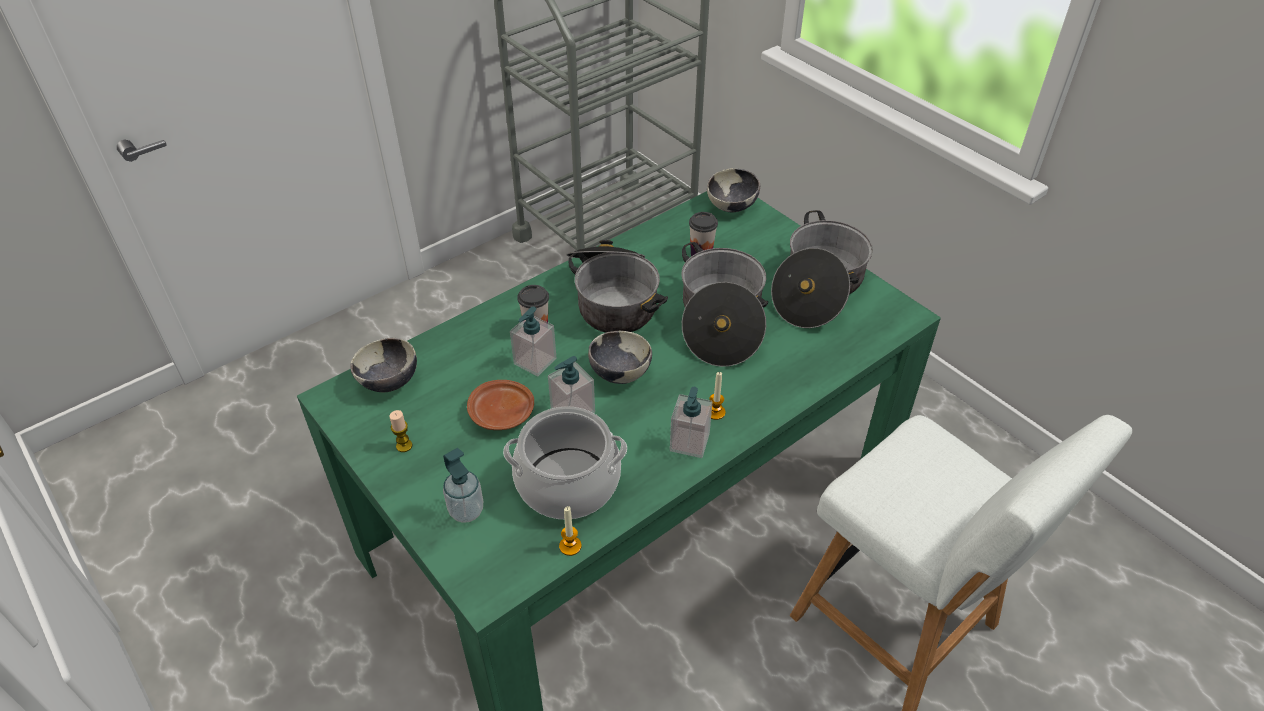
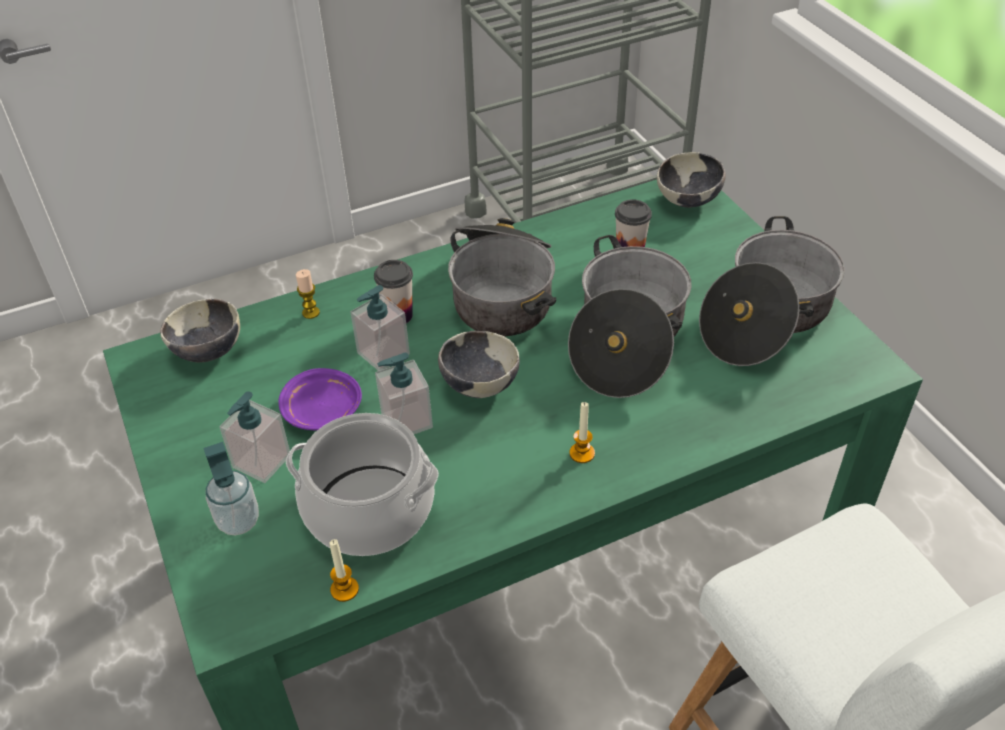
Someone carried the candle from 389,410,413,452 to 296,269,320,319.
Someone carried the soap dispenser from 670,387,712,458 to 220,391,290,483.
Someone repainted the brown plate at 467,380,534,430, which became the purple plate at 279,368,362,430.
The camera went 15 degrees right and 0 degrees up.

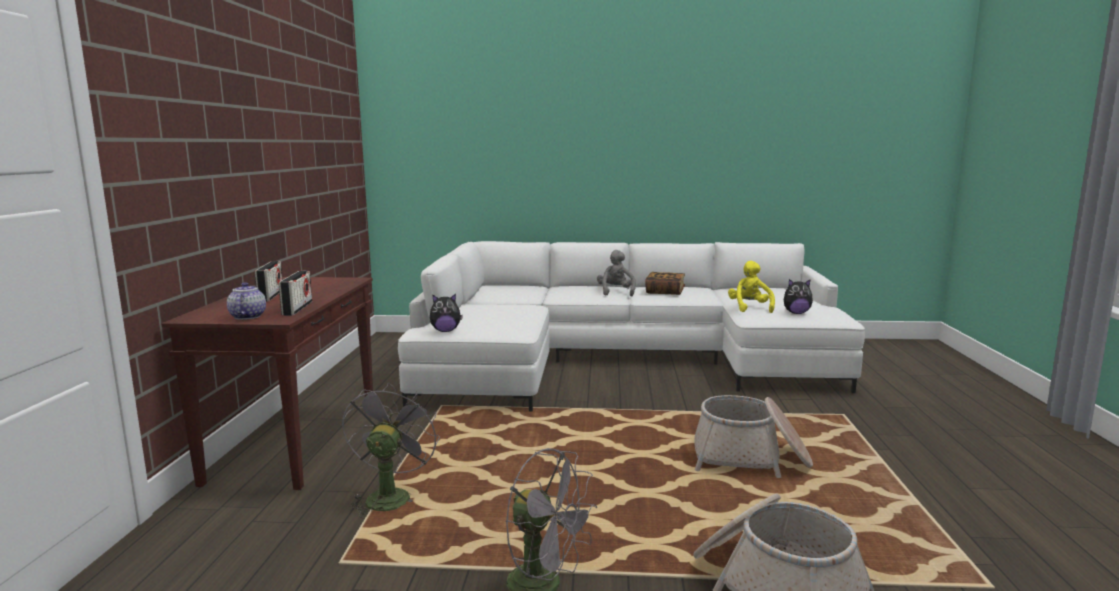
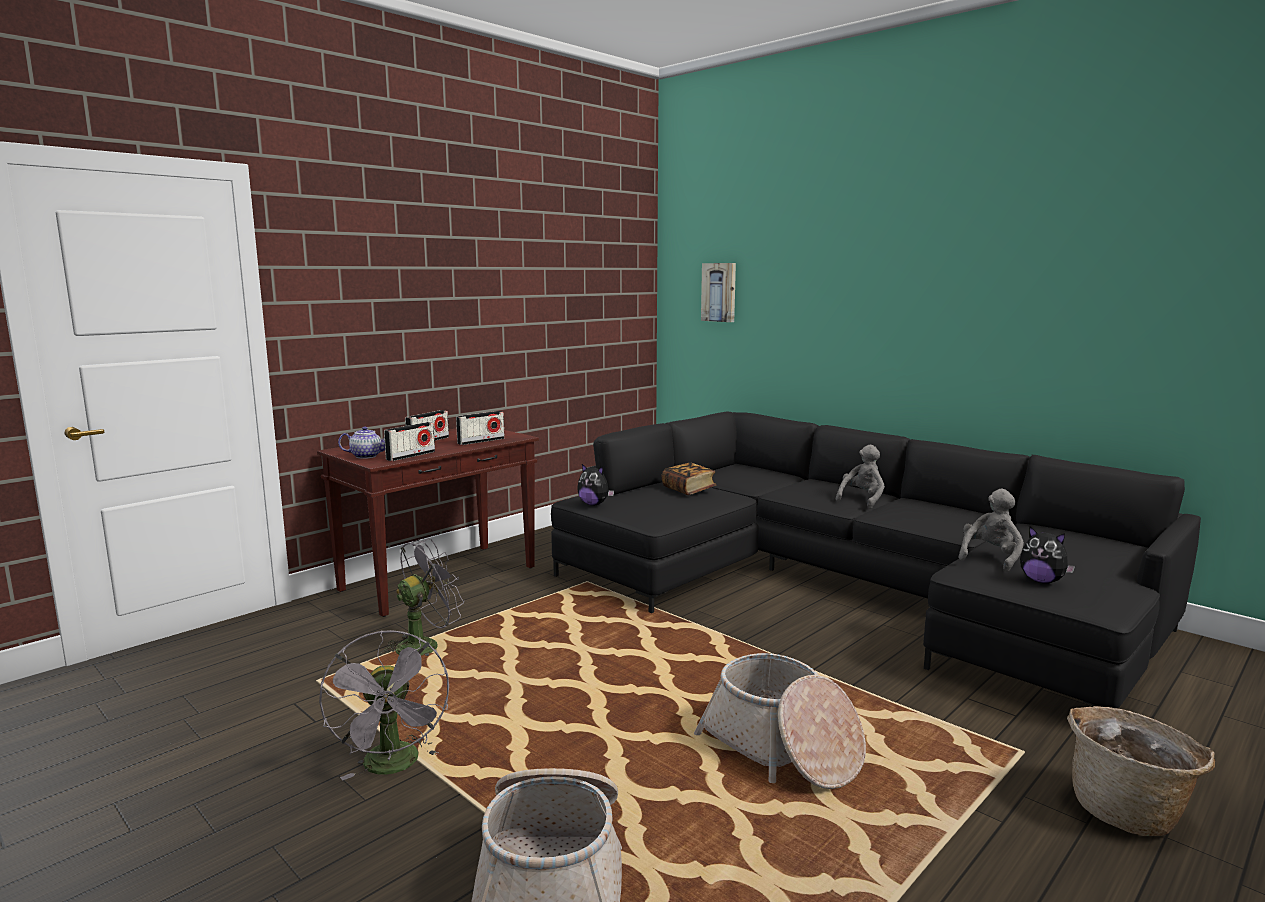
Someone put down the radio at 456,411,505,445.
Someone put up the picture at 701,263,736,322.
Someone put down the basket at 1067,706,1215,836.
Someone carried the book from 645,272,685,295 to 662,462,716,495.
Someone repainted the white sofa at 398,241,865,411, which became the black sofa at 551,411,1201,708.
Someone repainted the yellow plush toy at 728,261,775,313, which became the grey plush toy at 959,489,1024,572.
Someone rotated the teapot at 227,282,266,320 by 45 degrees clockwise.
The camera went 40 degrees right and 0 degrees up.

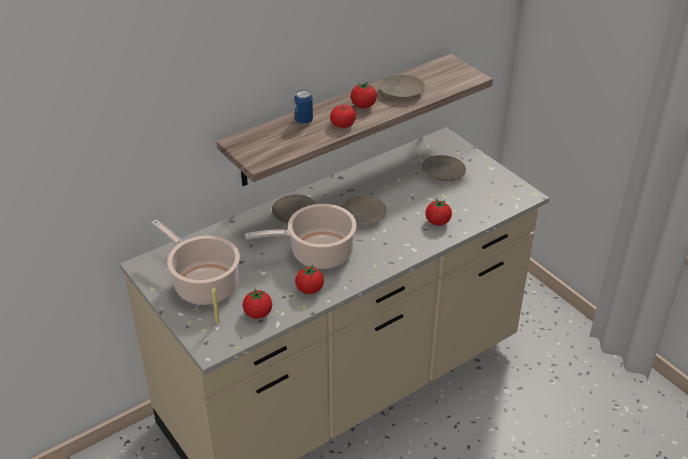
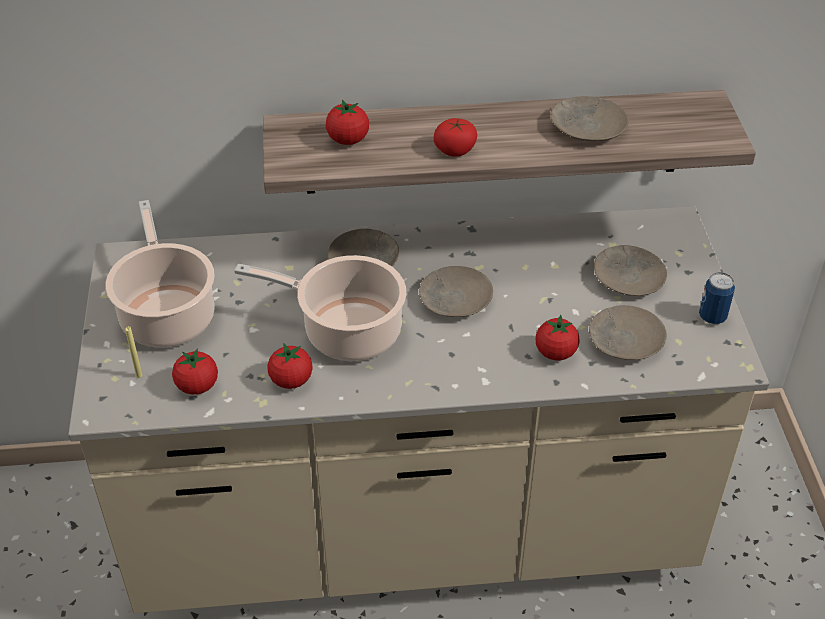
Someone put down the beige plate at 589,305,667,360.
Someone carried the can from 294,90,313,125 to 699,272,735,324.
Someone carried the tomato from 351,81,377,108 to 326,100,369,145.
The camera went 30 degrees right and 5 degrees up.

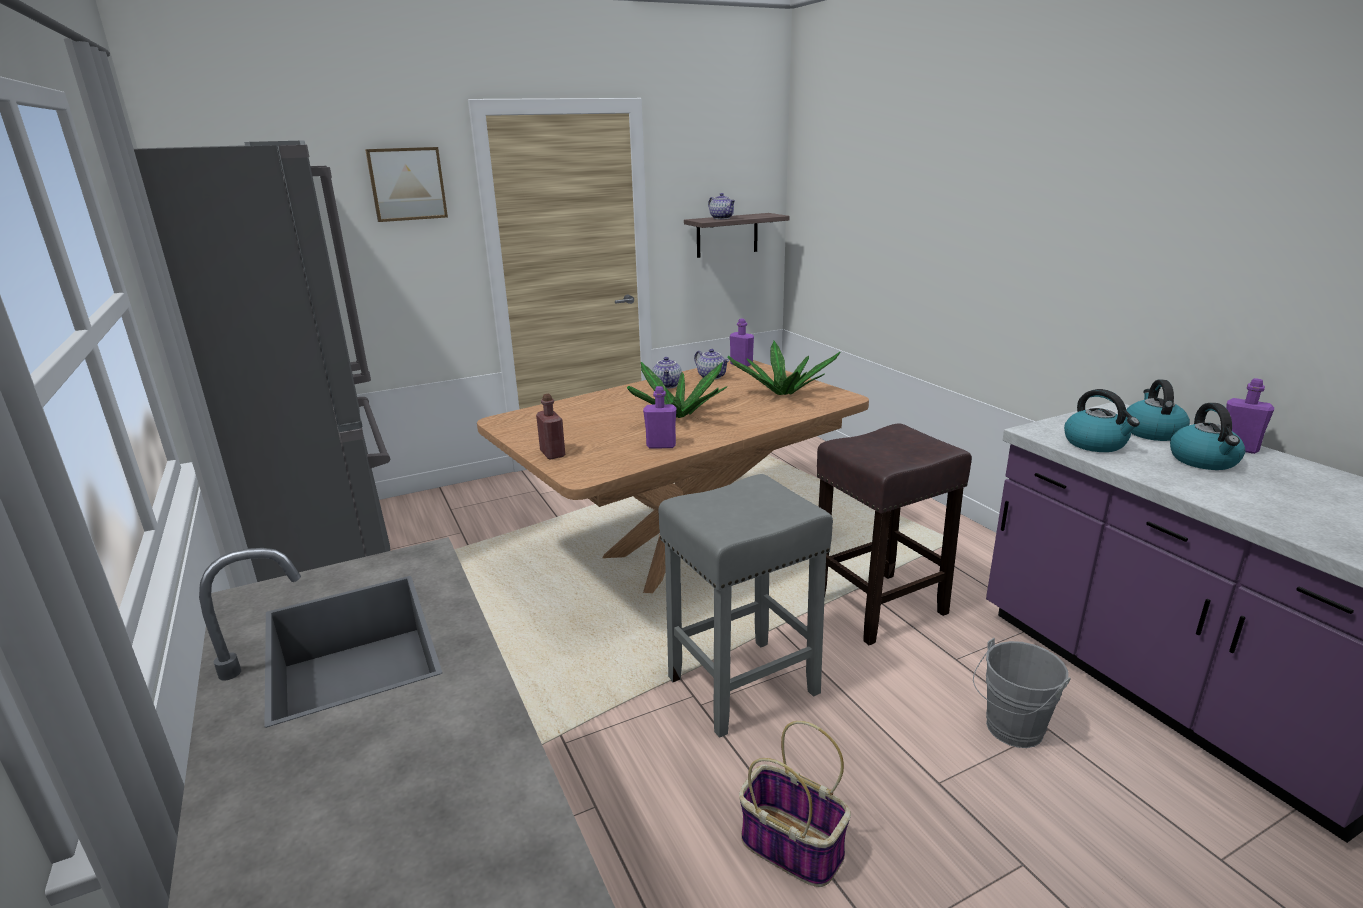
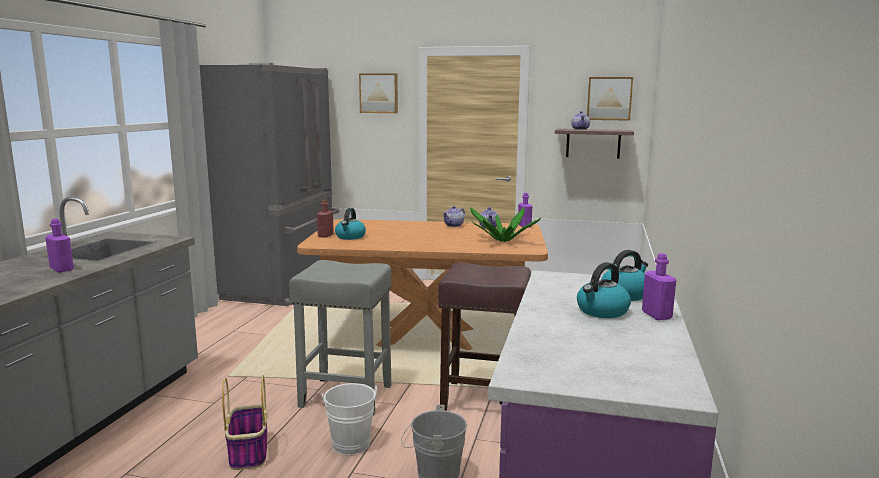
Someone took away the potted plant at 627,362,727,418.
Someone put down the white bucket at 321,383,378,455.
Someone put up the picture at 587,77,633,121.
Someone carried the purple bottle from 643,386,676,449 to 45,218,74,272.
Someone carried the kettle from 1064,389,1140,452 to 335,208,366,240.
The camera went 40 degrees right and 10 degrees down.

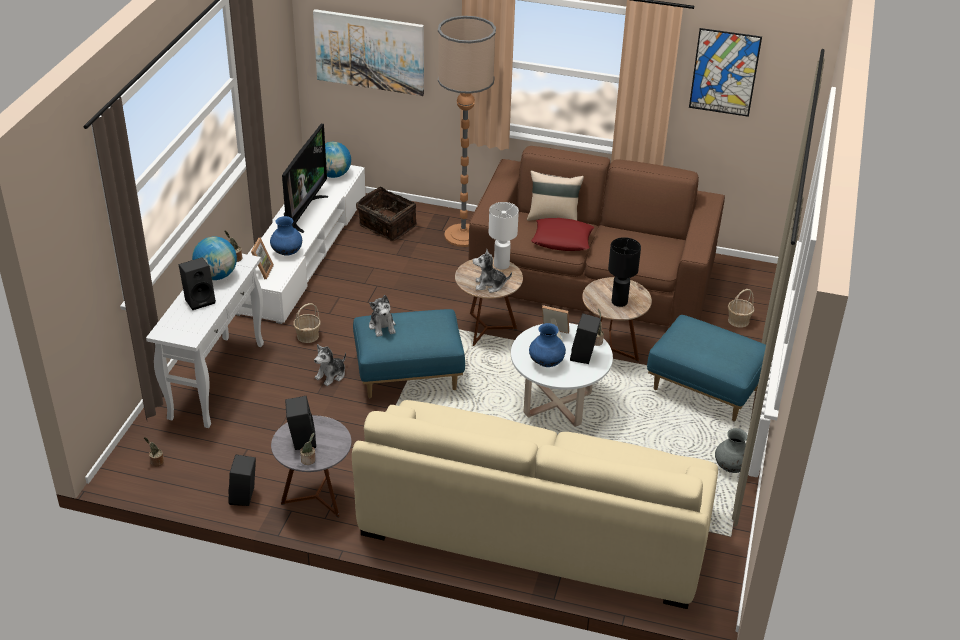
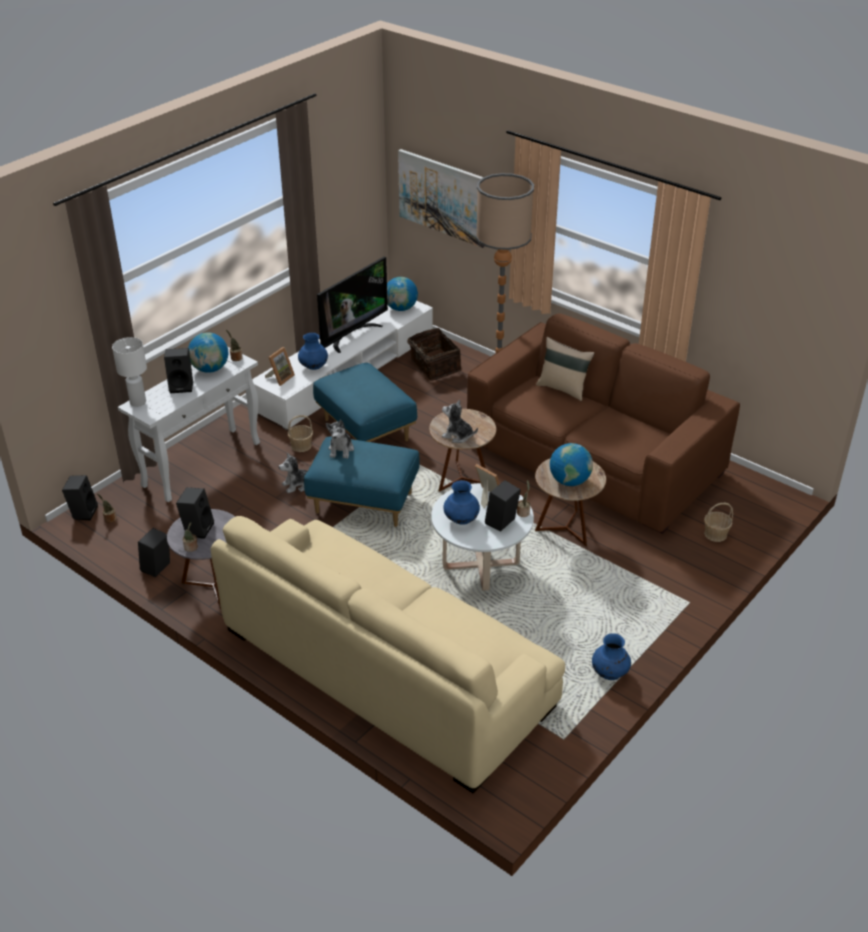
Someone took away the red pillow at 531,218,594,251.
Someone took away the picture at 689,28,762,117.
Someone put down the black speaker at 62,475,98,521.
Someone carried the white table lamp from 489,202,519,270 to 112,337,147,407.
Someone carried the blue ottoman from 647,315,766,421 to 313,363,417,442.
Someone swapped the black table lamp at 608,237,641,307 for the globe at 550,443,593,486.
Someone repainted the grey vase at 715,428,748,473, which became the blue vase at 592,633,631,680.
The camera went 25 degrees right and 0 degrees up.

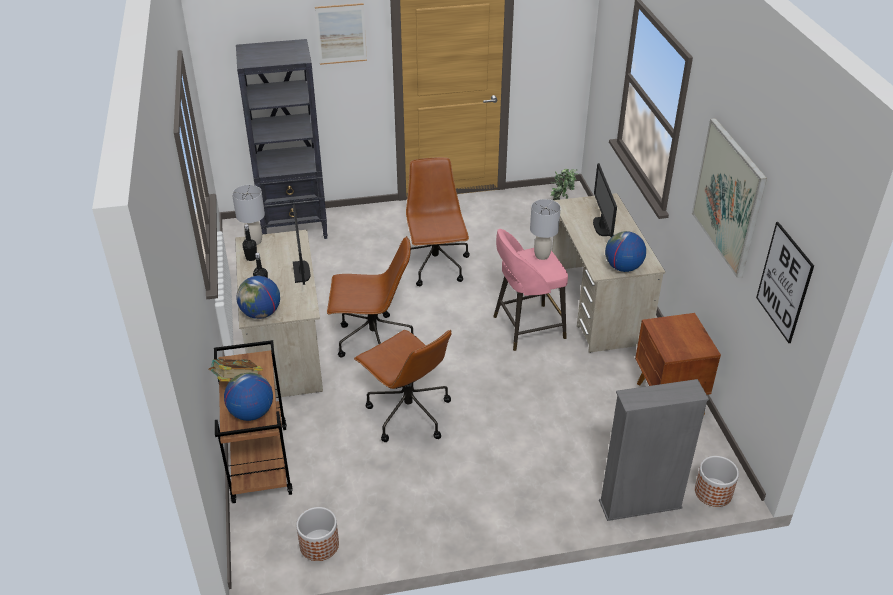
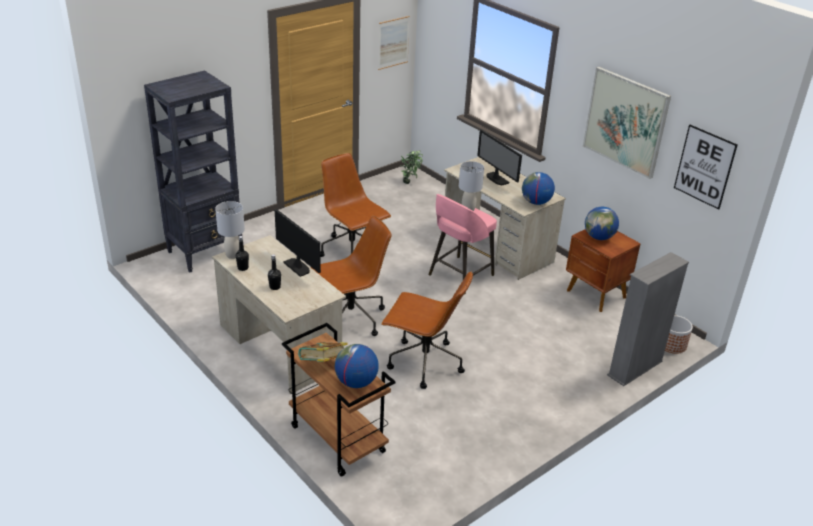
Someone took away the planter at 296,507,339,561.
Someone carried the globe from 237,276,280,319 to 585,207,619,240.
Someone carried the picture from 315,3,367,65 to 378,16,410,70.
The camera went 30 degrees left and 5 degrees down.

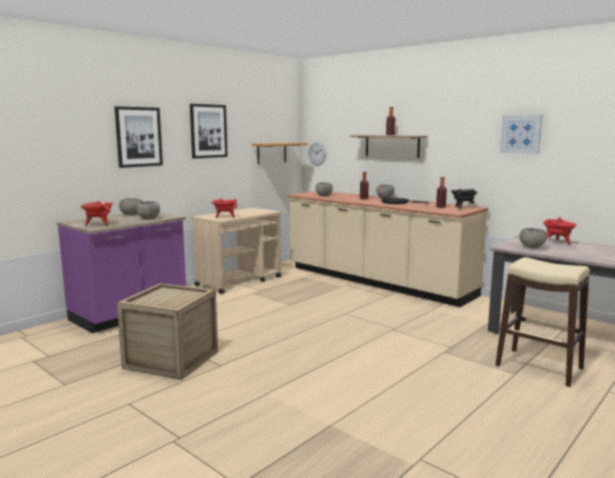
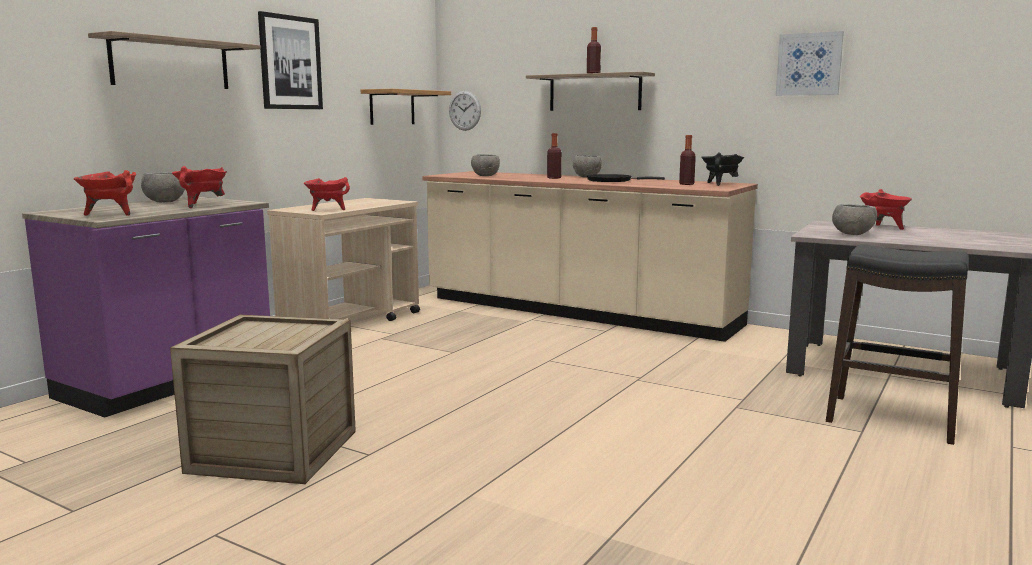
Someone swapped the picture at 115,106,163,168 for the shelf at 88,31,261,89.
Someone swapped the grey bowl at 136,201,160,219 for the red cooking pot at 172,166,227,208.
Someone repainted the beige stool at 496,257,590,387, which became the black stool at 826,244,968,445.
The camera went 10 degrees left and 0 degrees up.

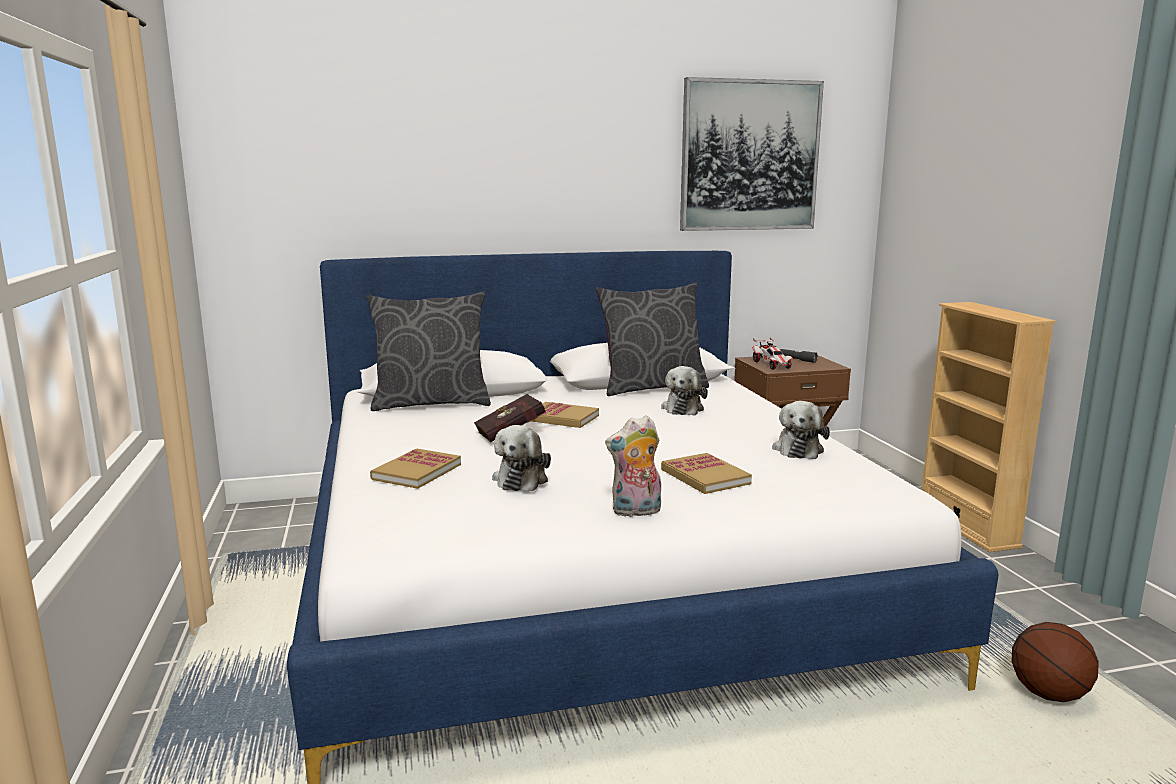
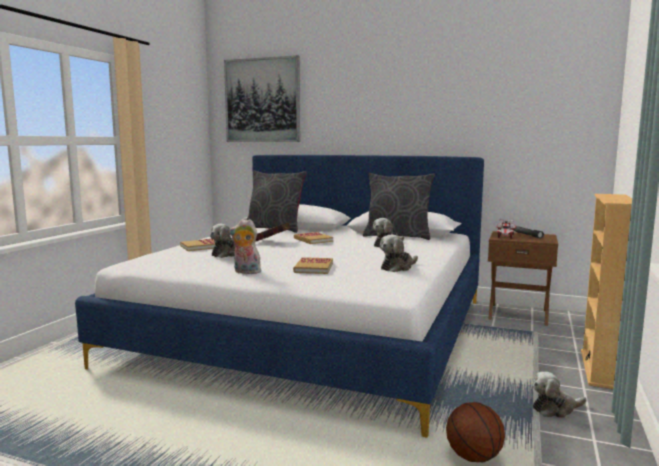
Someone put down the plush toy at 533,372,586,418.
Someone carried the picture from 680,77,824,231 to 224,55,300,142.
The camera went 35 degrees right and 5 degrees down.

